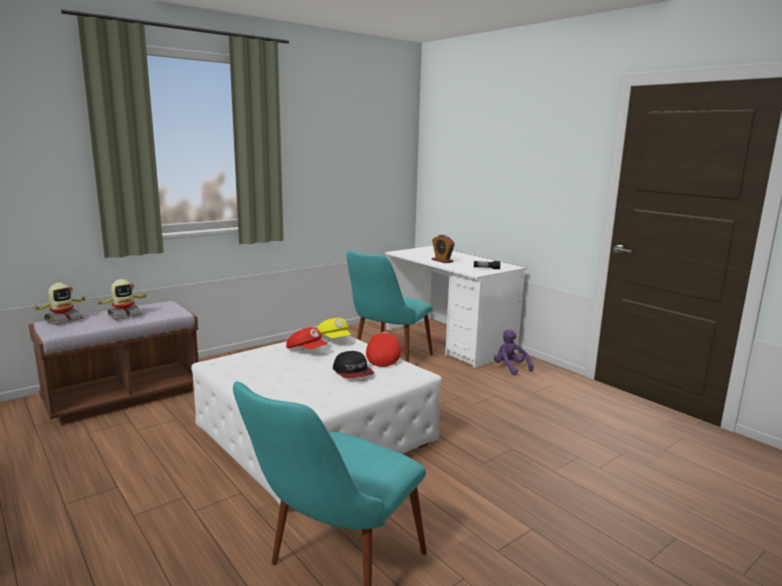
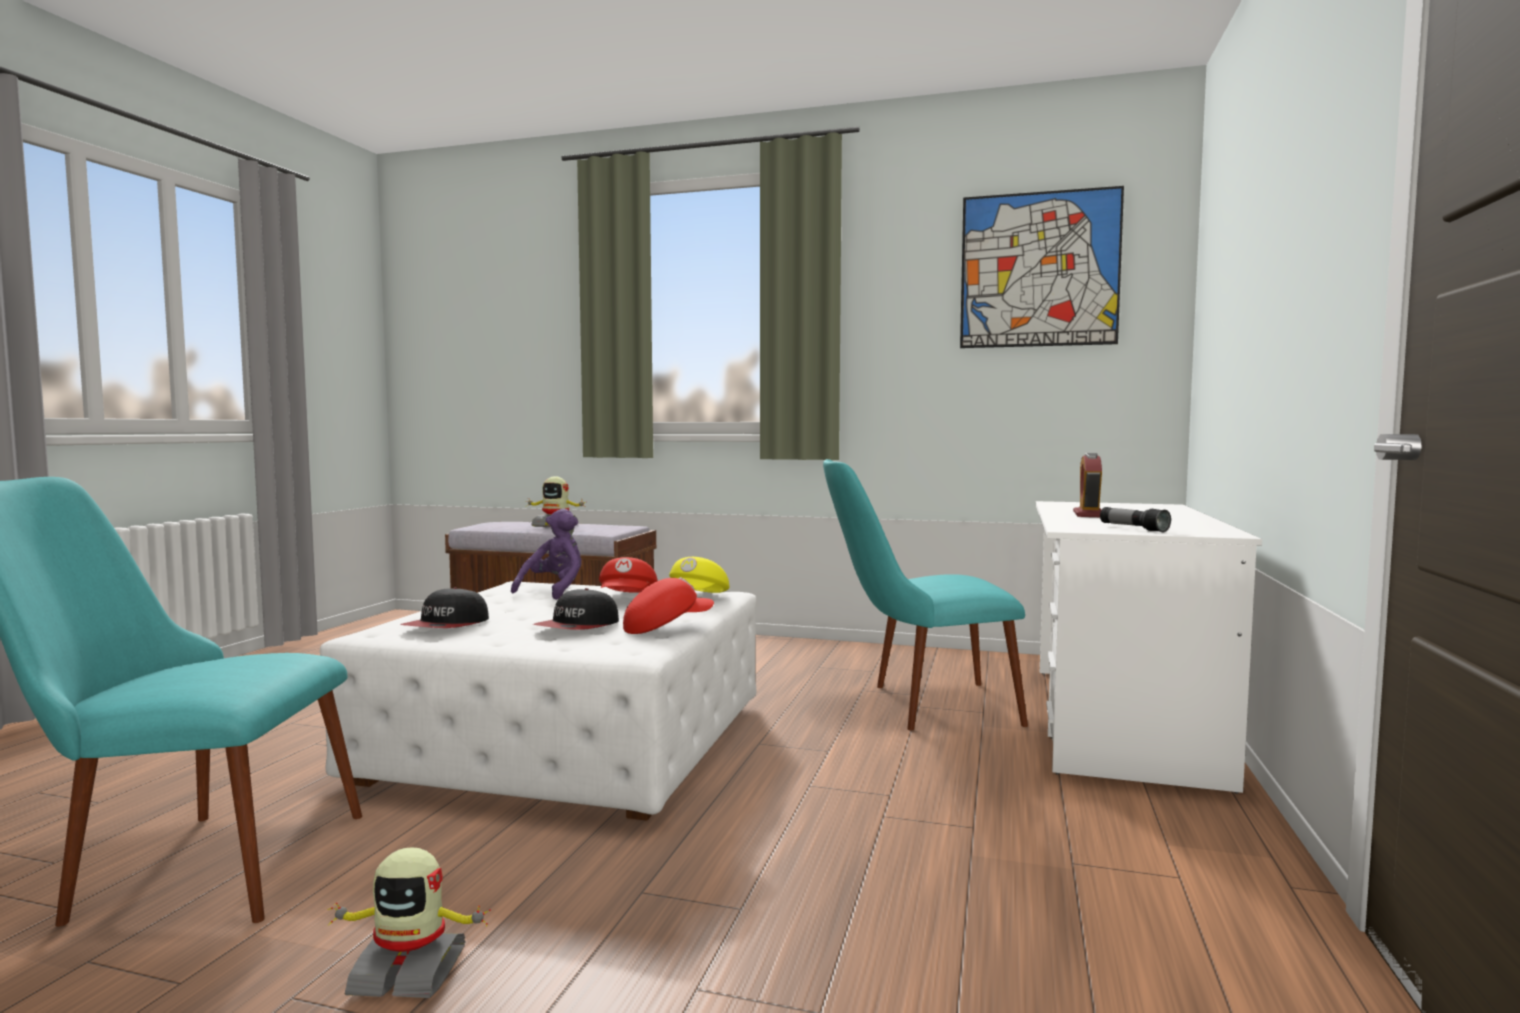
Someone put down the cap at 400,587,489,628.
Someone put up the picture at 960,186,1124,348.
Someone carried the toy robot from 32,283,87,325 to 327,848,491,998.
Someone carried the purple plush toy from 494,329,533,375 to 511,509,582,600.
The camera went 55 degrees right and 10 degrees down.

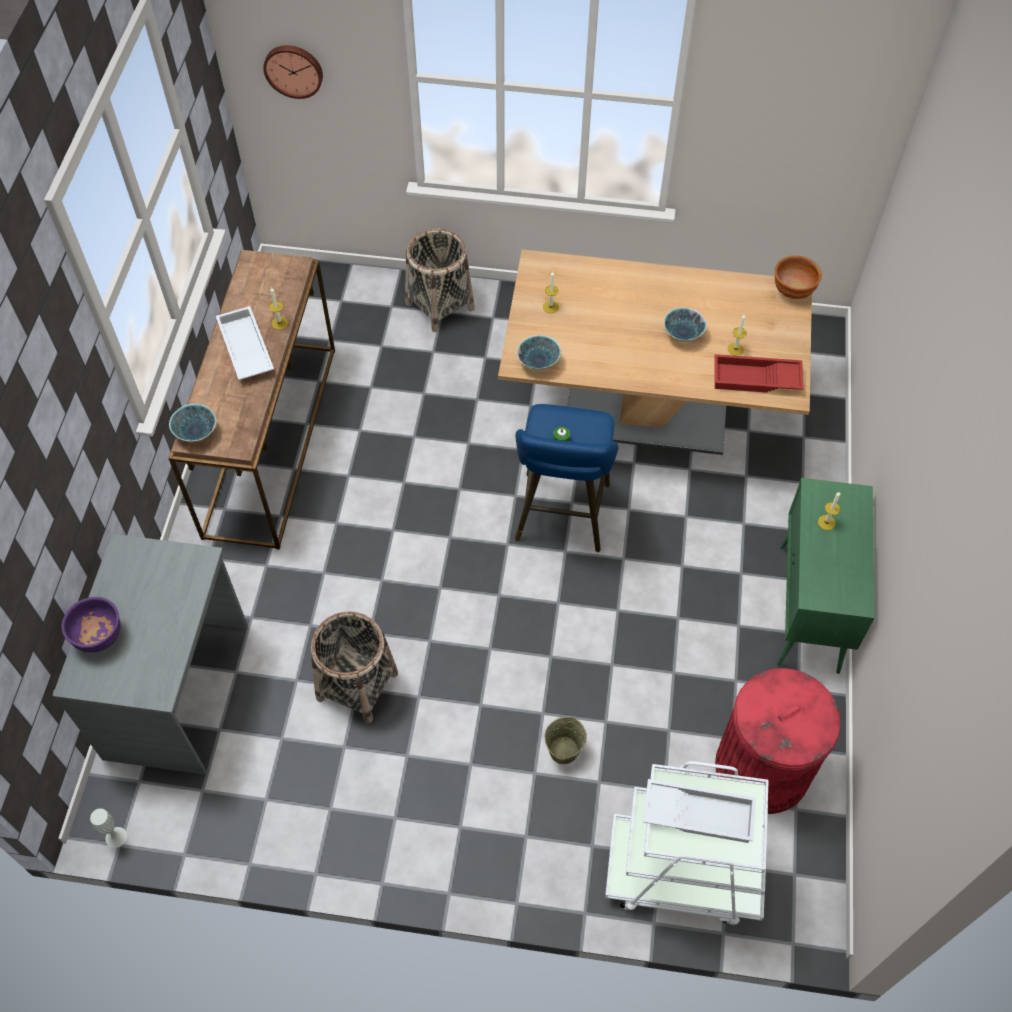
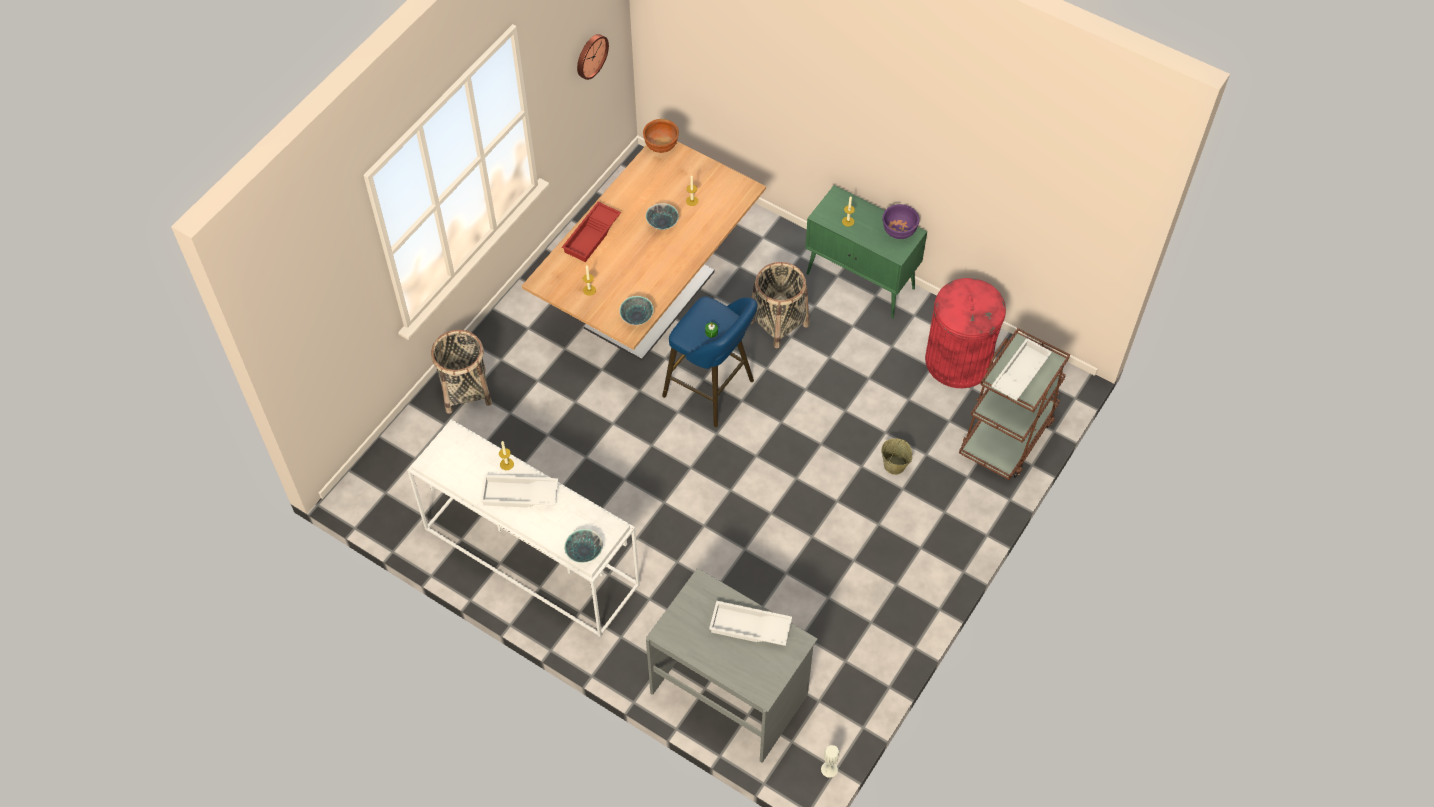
Someone put down the white tray at 709,601,792,646.
Someone carried the purple bowl from 61,597,121,652 to 882,204,920,239.
Someone carried the wall clock from 263,45,323,99 to 577,34,609,80.
Someone carried the basket from 311,611,398,723 to 751,262,809,348.
Someone carried the red tray from 714,354,804,393 to 562,202,621,262.
Someone repainted the brown console table at 168,250,335,550, which became the white console table at 407,419,640,638.
Someone repainted the white cart at 605,761,769,925, which became the brown cart at 959,328,1070,480.
The camera went 65 degrees left and 0 degrees up.

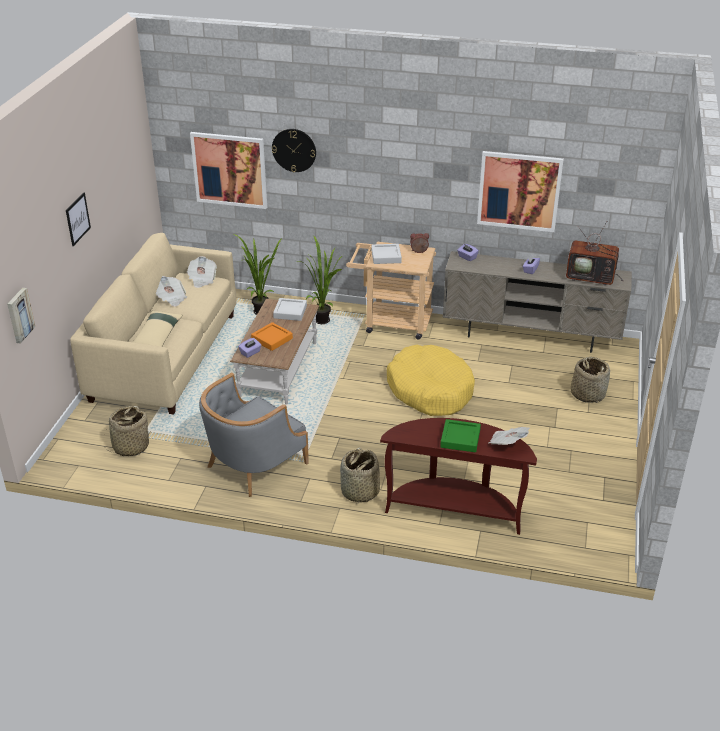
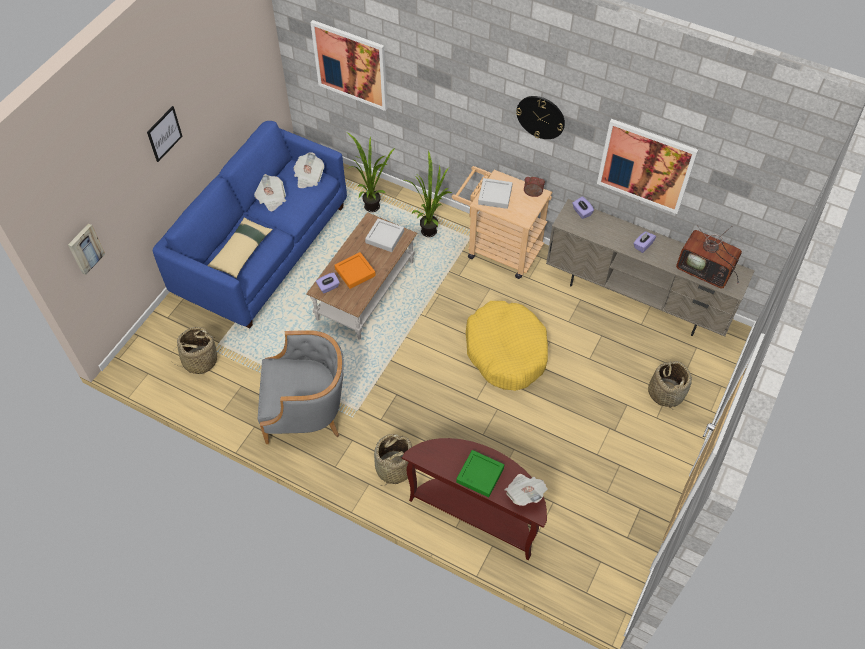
Someone carried the wall clock from 272,129,316,172 to 516,96,565,139.
Someone repainted the beige sofa at 70,233,237,415, which became the blue sofa at 153,121,347,329.
Someone rotated the grey armchair at 199,372,309,497 by 150 degrees counterclockwise.
The camera went 15 degrees right and 20 degrees up.

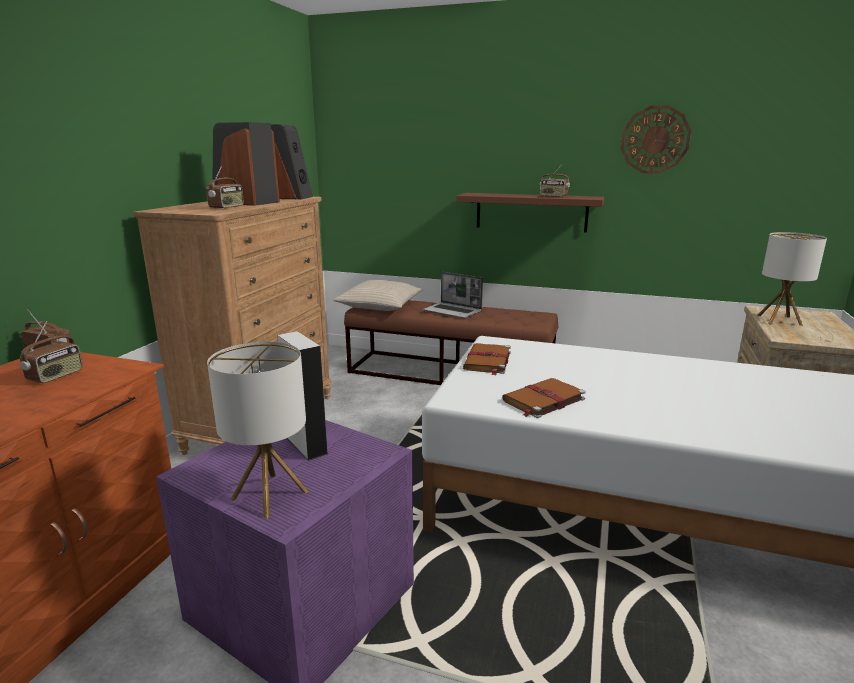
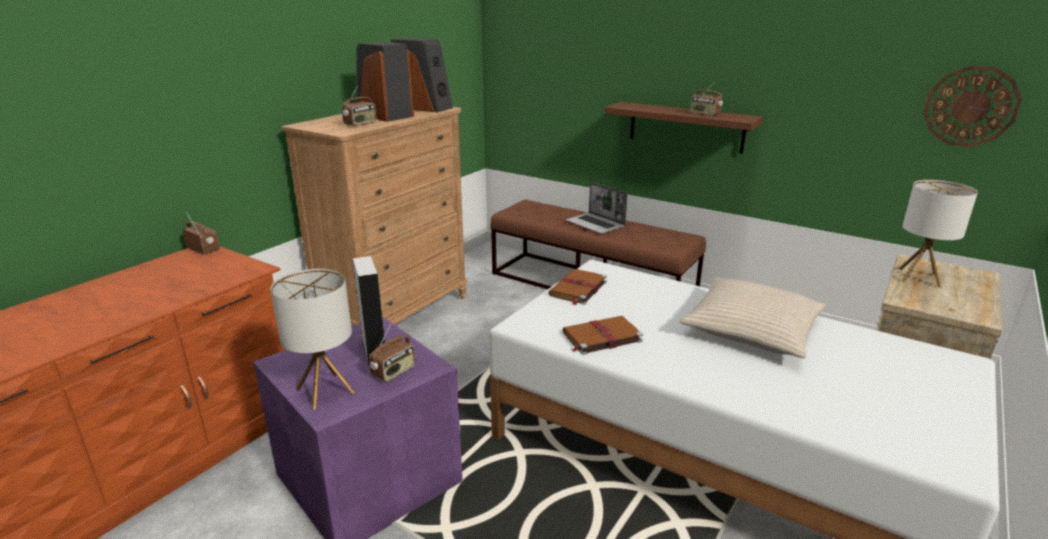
Someone carried the radio from 20,321,83,383 to 369,324,415,382.
Someone carried the beige pillow from 333,280,423,311 to 680,277,825,358.
Someone carried the wall clock from 621,105,691,174 to 923,66,1022,147.
The camera went 15 degrees right and 5 degrees up.

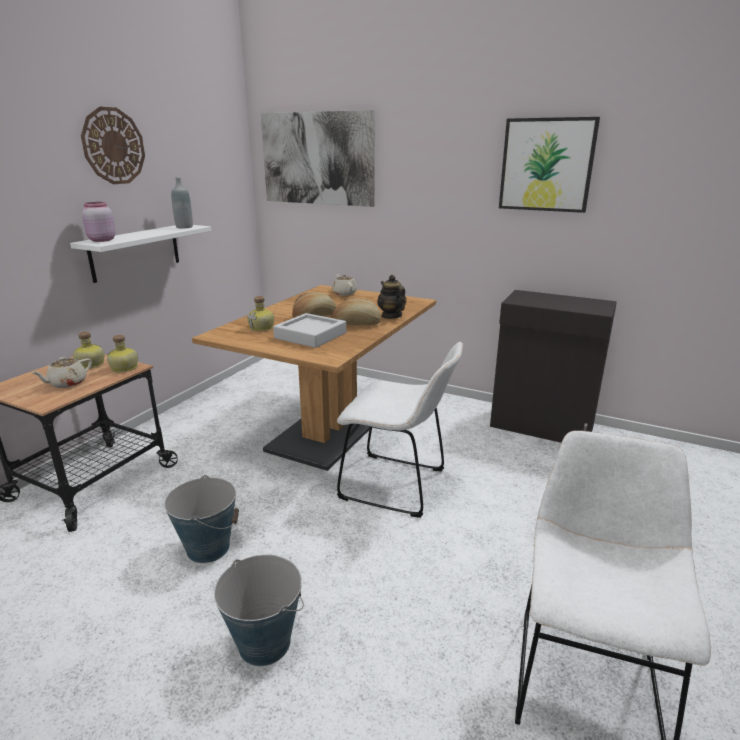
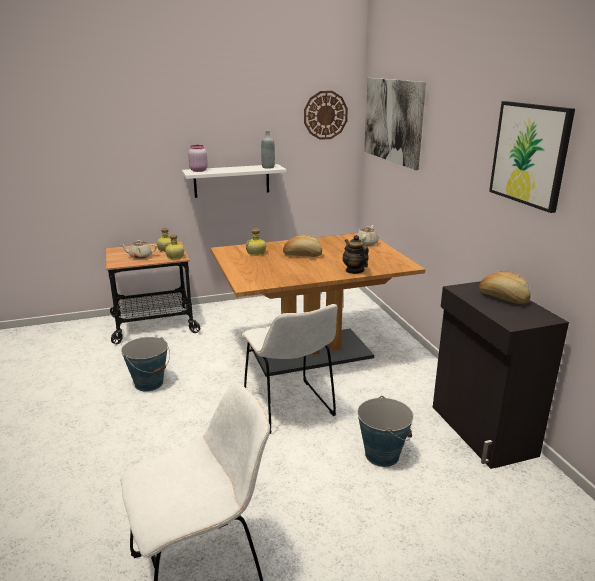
Someone took away the grey tray at 273,313,346,348.
Someone carried the wall clock from 81,107,145,184 to 304,91,348,140.
Someone carried the bucket from 214,555,304,666 to 357,396,414,467.
Someone carried the bread from 332,298,381,325 to 479,271,531,304.
Someone rotated the teapot at 377,275,406,319 by 45 degrees counterclockwise.
The camera went 45 degrees right and 0 degrees up.

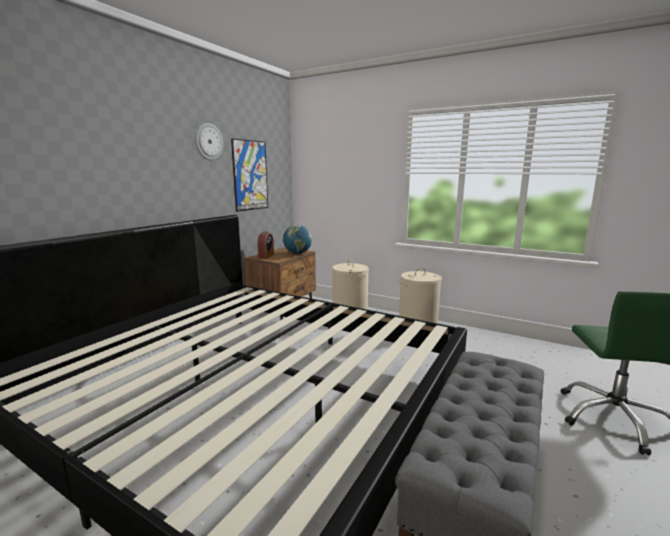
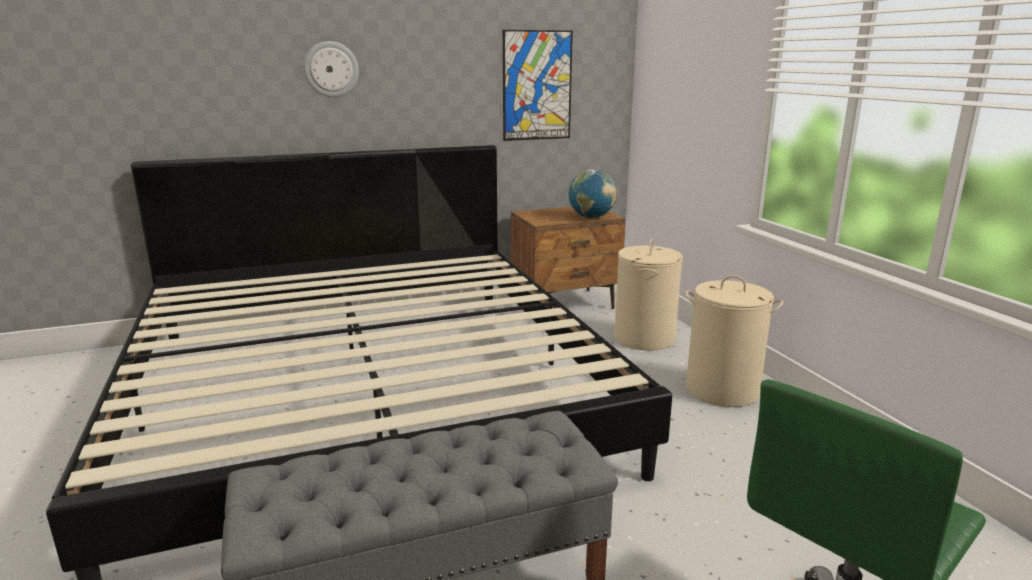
Someone took away the alarm clock at 257,231,274,259.
Someone carried the wall clock from 195,123,223,160 to 304,41,359,97.
The camera went 40 degrees right and 5 degrees up.

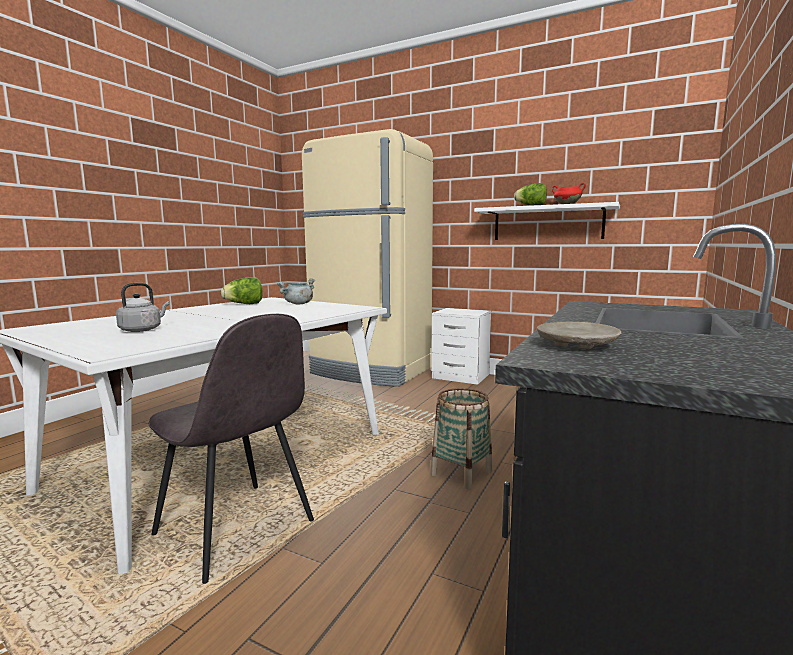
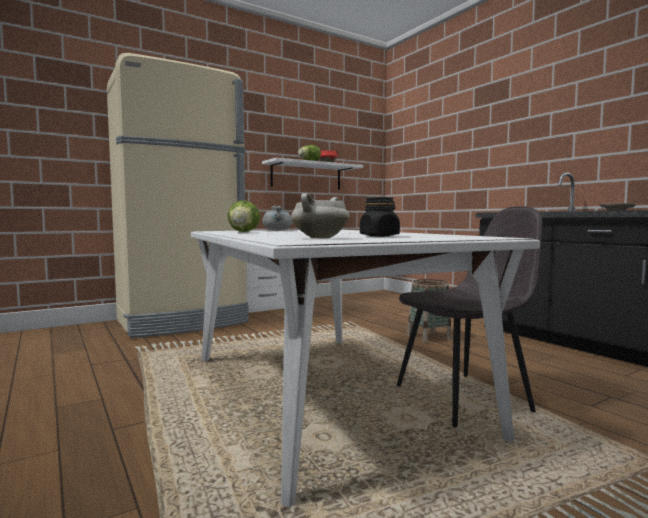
Someone put down the white cooking pot at 291,193,350,238.
Someone swapped the grey kettle at 116,283,170,332 for the black jar at 360,197,400,237.
The camera went 60 degrees left and 5 degrees down.

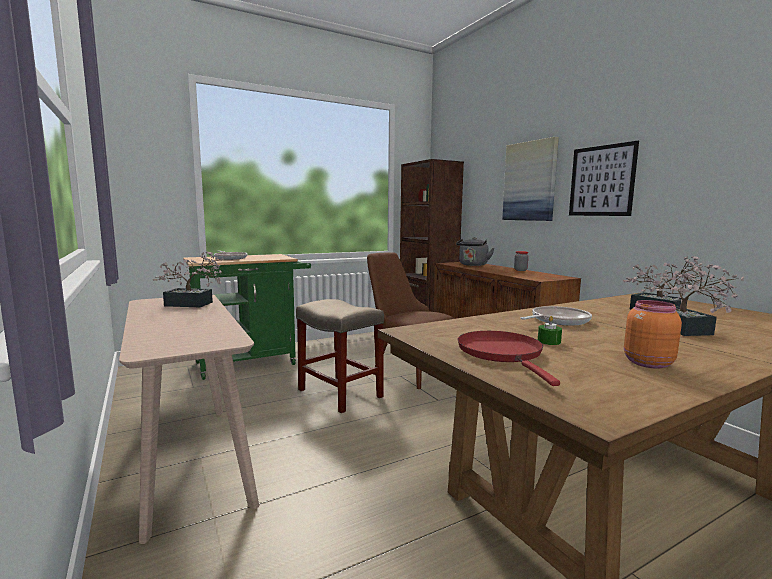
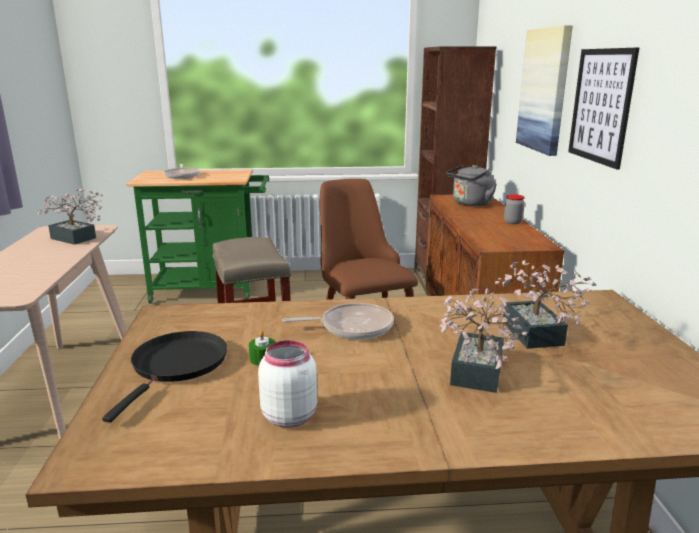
Someone repainted the red frying pan at 457,331,560,386, which became the black frying pan at 102,331,227,423.
Someone repainted the orange jar at 624,300,682,369, which became the white jar at 258,340,317,428.
The camera went 25 degrees right and 10 degrees up.

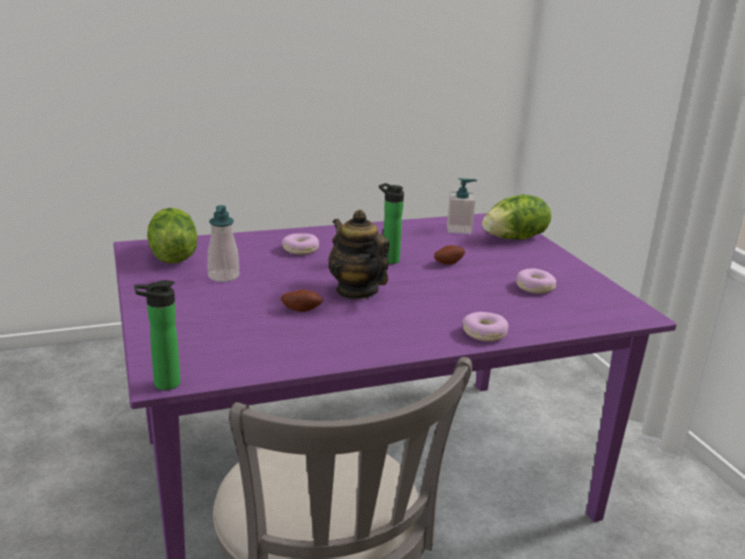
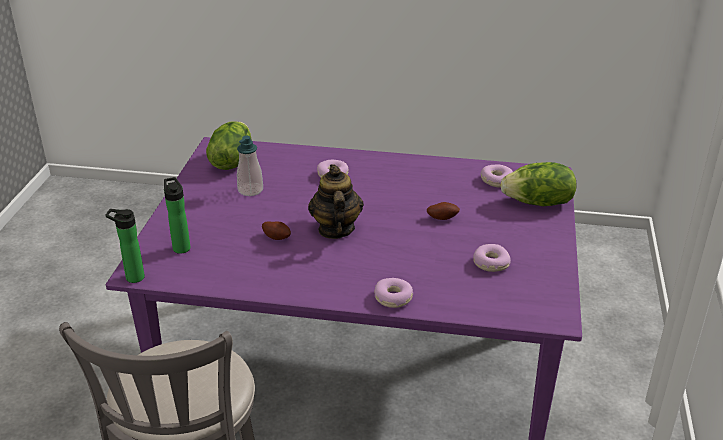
Someone carried the bottle from 379,183,404,264 to 164,177,190,254.
Someone swapped the soap dispenser at 447,178,477,234 for the donut at 481,164,513,187.
The camera went 30 degrees right and 10 degrees up.

